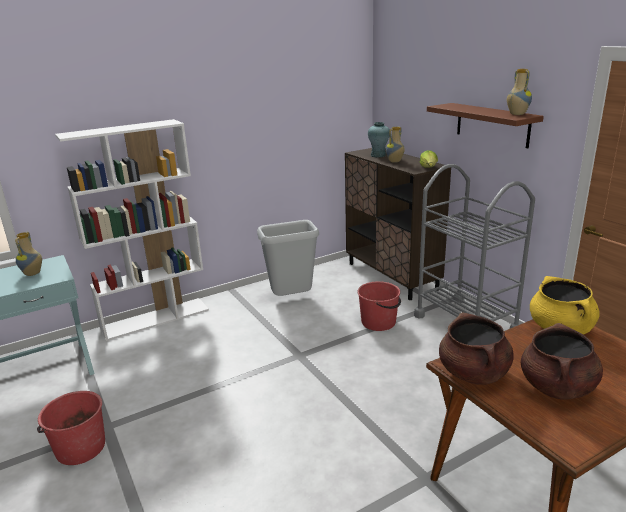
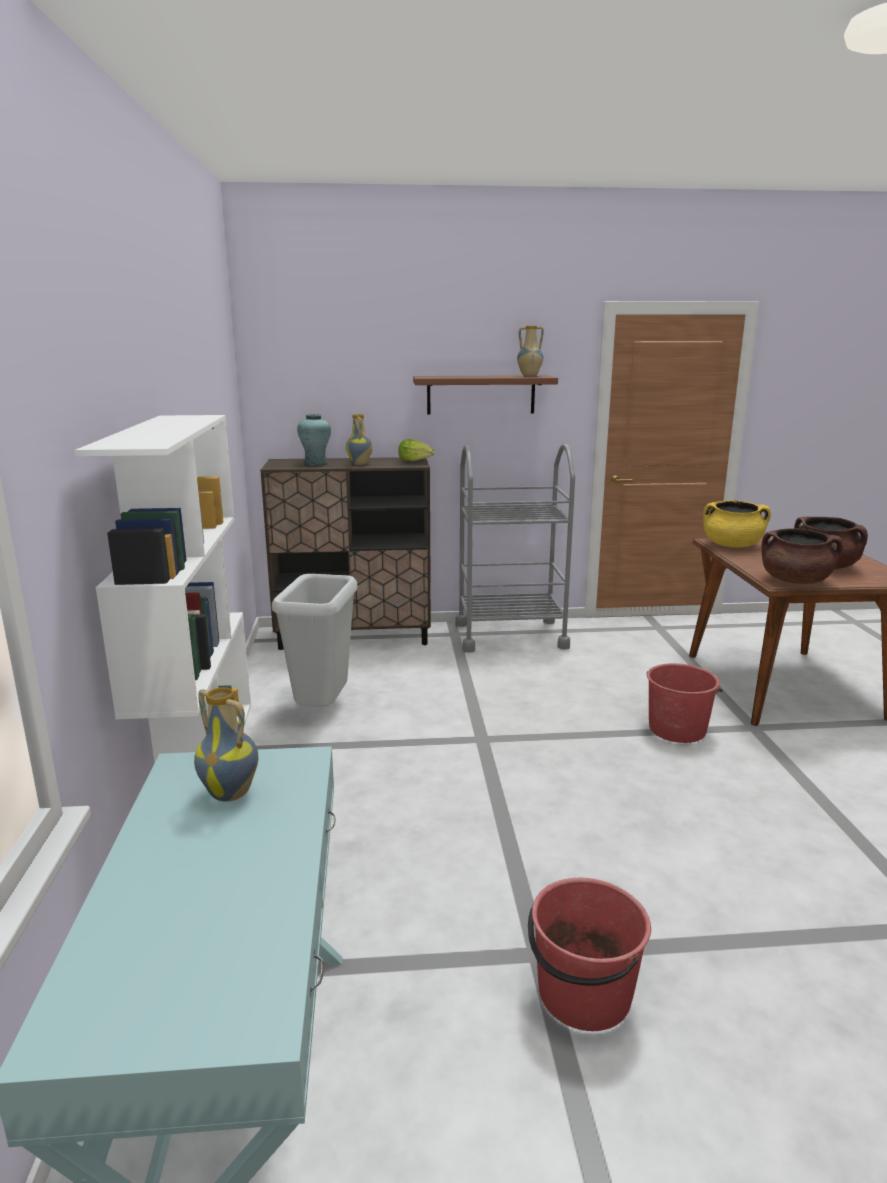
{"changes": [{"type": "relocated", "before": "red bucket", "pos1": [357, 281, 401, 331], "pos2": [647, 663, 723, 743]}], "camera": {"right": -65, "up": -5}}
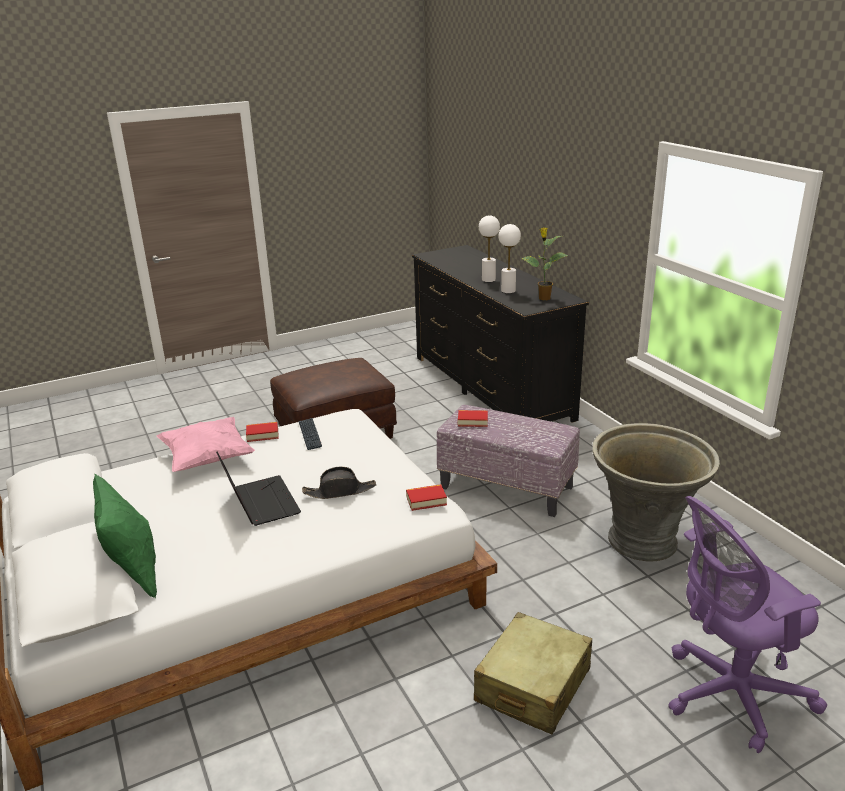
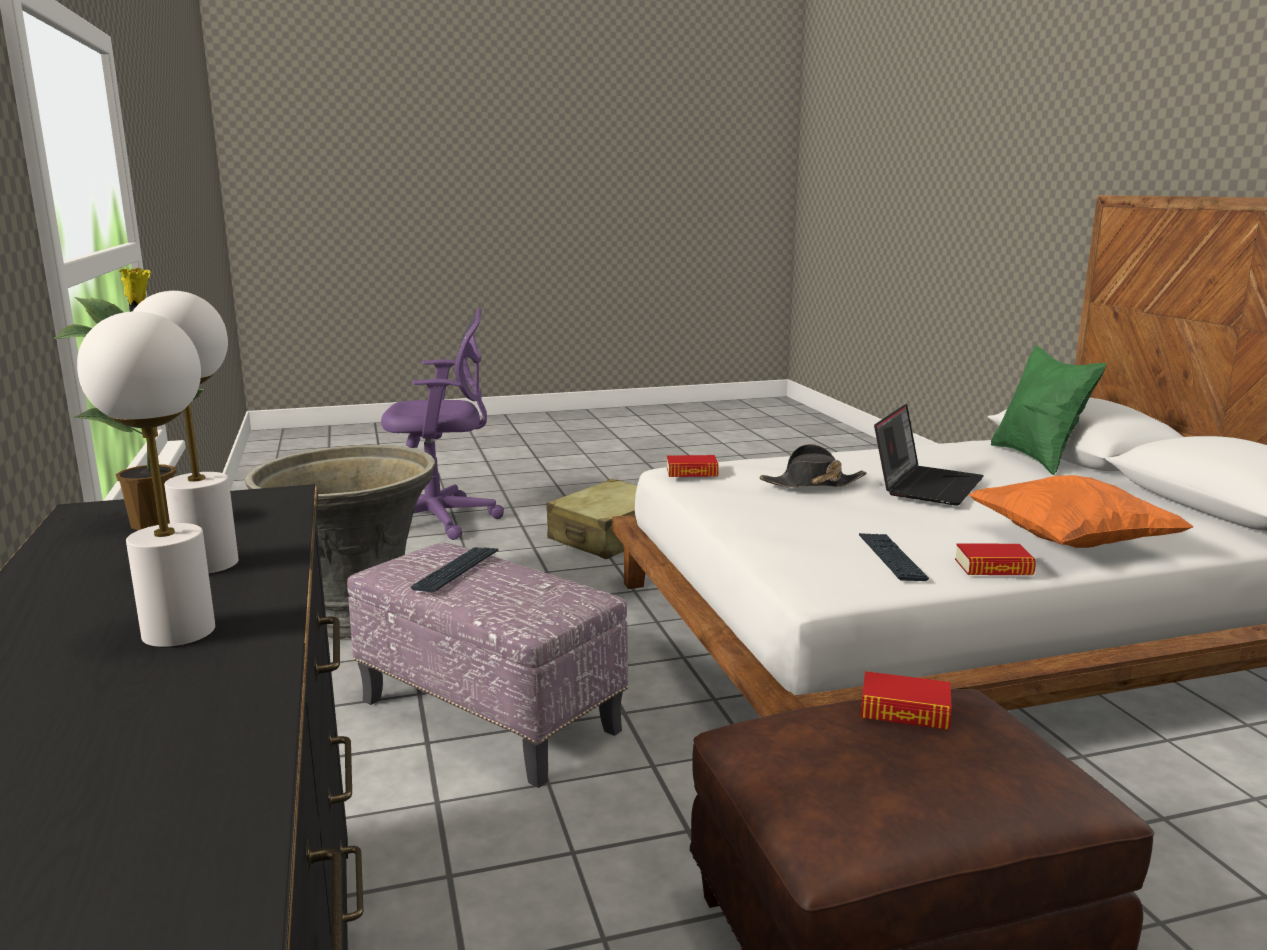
{"changes": [{"type": "colour", "before": "pink pillow", "after": "orange pillow", "pos1": [157, 417, 255, 472], "pos2": [968, 475, 1194, 548]}, {"type": "spun", "before": "laptop", "pos1": [216, 452, 301, 526], "pos2": [874, 404, 984, 506], "turn": -135}, {"type": "relocated", "before": "book", "pos1": [458, 410, 488, 427], "pos2": [861, 671, 952, 730]}, {"type": "appeared", "after": "keyboard", "pos2": [411, 547, 498, 592]}], "camera": {"right": -170, "up": -10}}
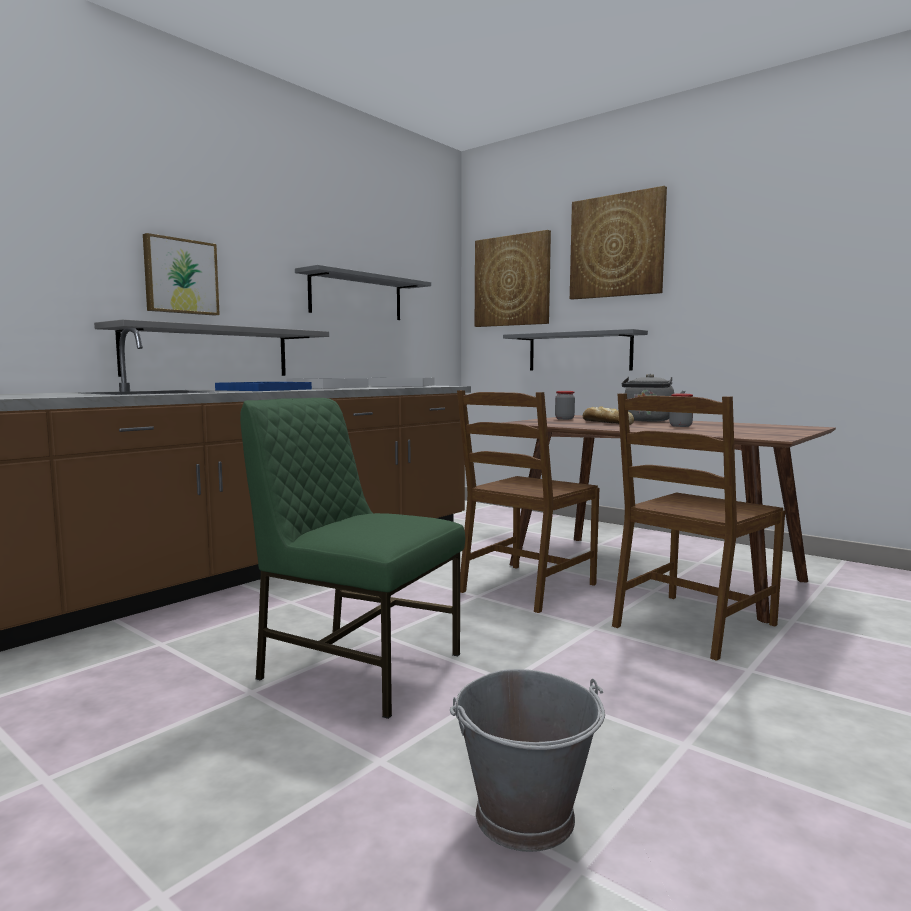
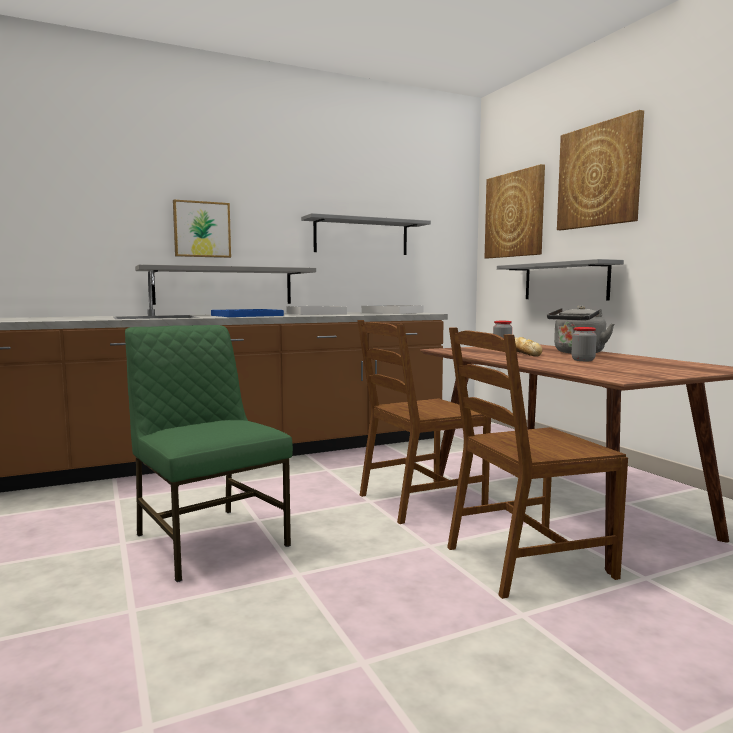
{"changes": [{"type": "missing", "before": "grey bucket", "pos1": [450, 669, 605, 852]}], "camera": {"right": 25, "up": 0}}
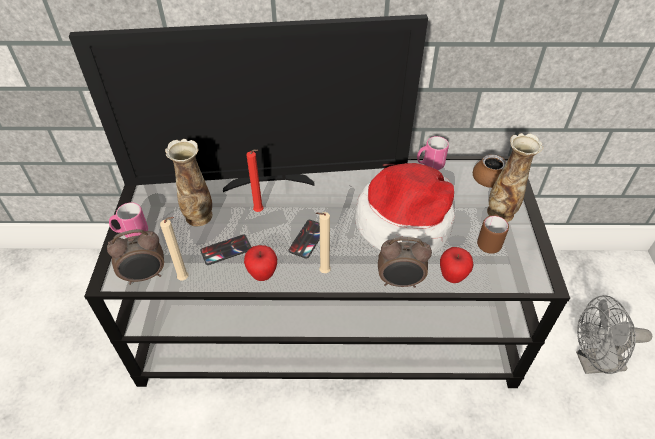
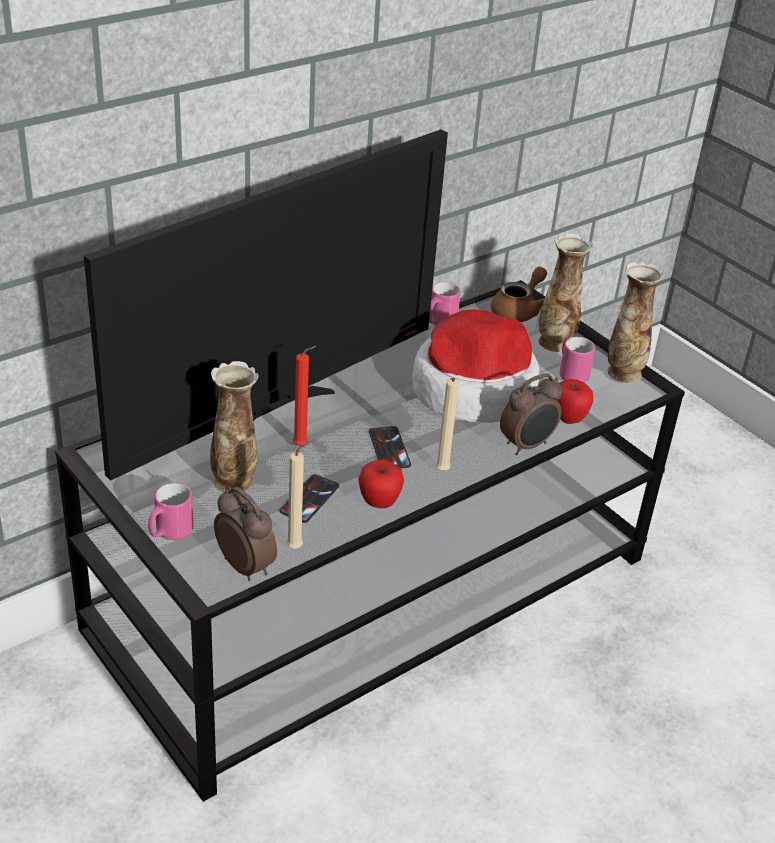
{"changes": [{"type": "spun", "before": "alarm clock", "pos1": [107, 229, 164, 285], "pos2": [214, 487, 277, 581], "turn": -75}, {"type": "colour", "before": "brown mug", "after": "pink mug", "pos1": [477, 214, 509, 254], "pos2": [559, 337, 595, 383]}, {"type": "missing", "before": "grey fan", "pos1": [576, 295, 652, 374]}, {"type": "appeared", "after": "vase", "pos2": [607, 262, 665, 383]}], "camera": {"right": -40, "up": -10}}
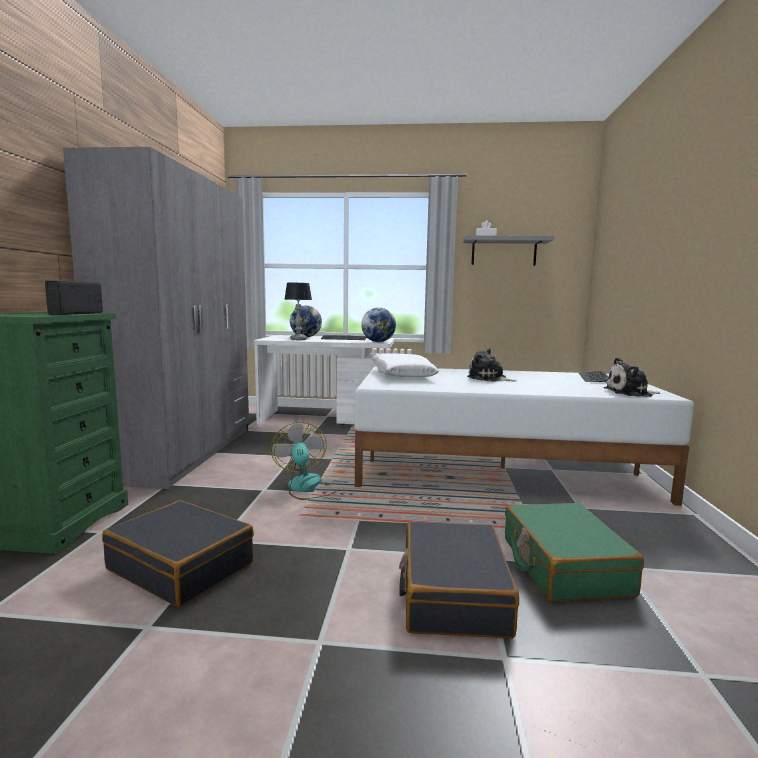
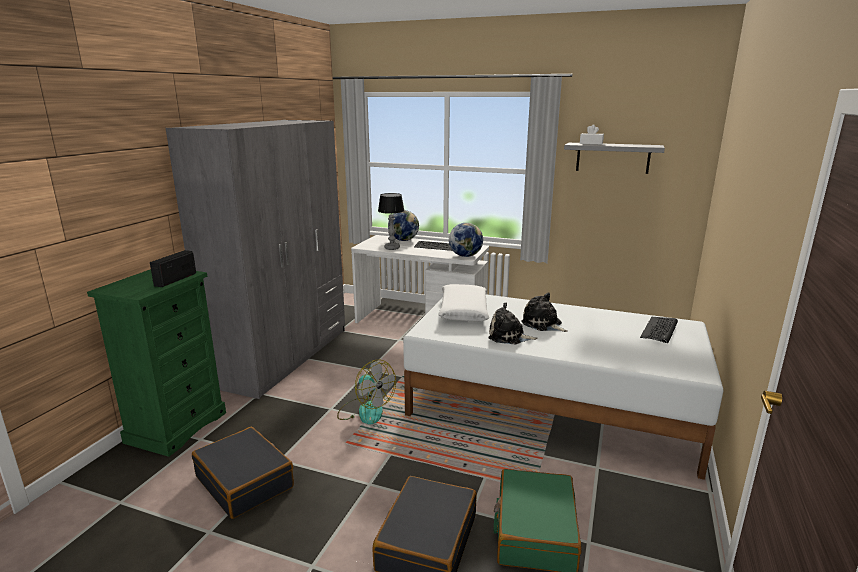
{"changes": [{"type": "spun", "before": "fan", "pos1": [270, 422, 336, 500], "pos2": [337, 360, 396, 424], "turn": 135}, {"type": "relocated", "before": "plush toy", "pos1": [604, 357, 660, 397], "pos2": [488, 303, 538, 344]}], "camera": {"right": 15, "up": 10}}
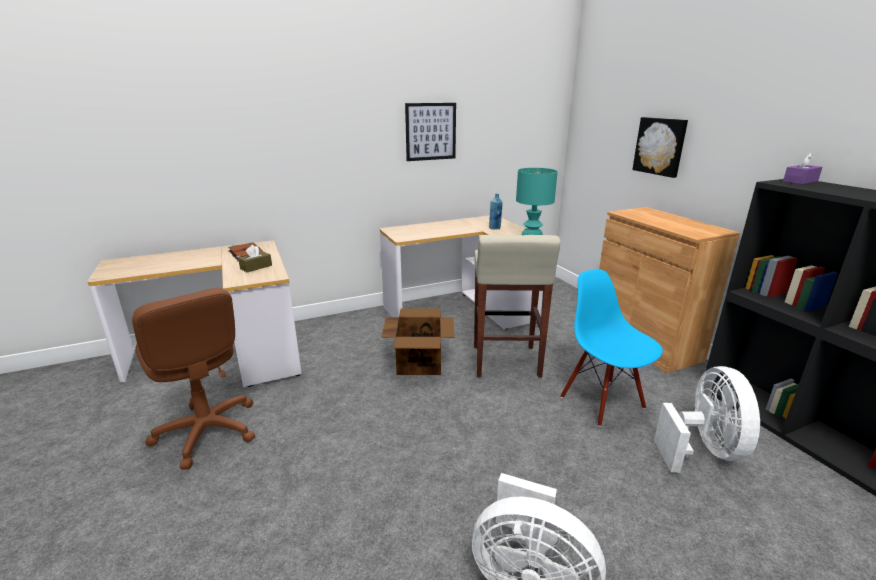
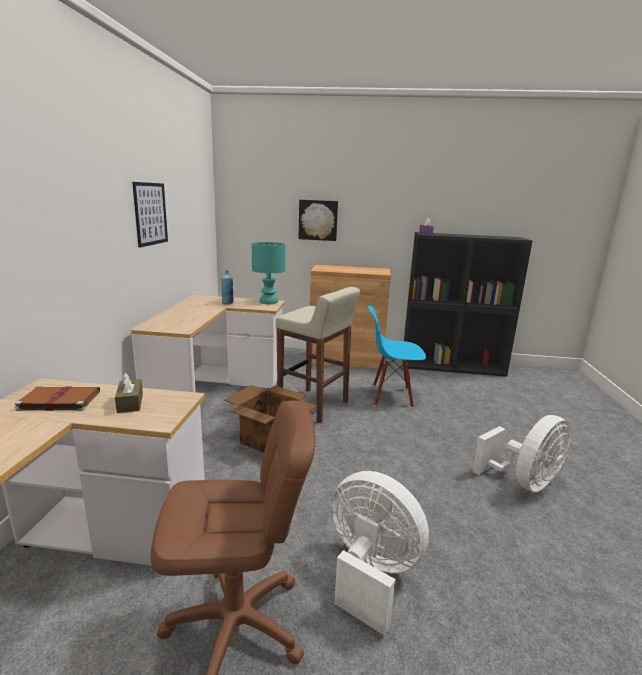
{"changes": [{"type": "relocated", "before": "white fan", "pos1": [654, 366, 760, 473], "pos2": [331, 471, 429, 636]}], "camera": {"right": -60, "up": -5}}
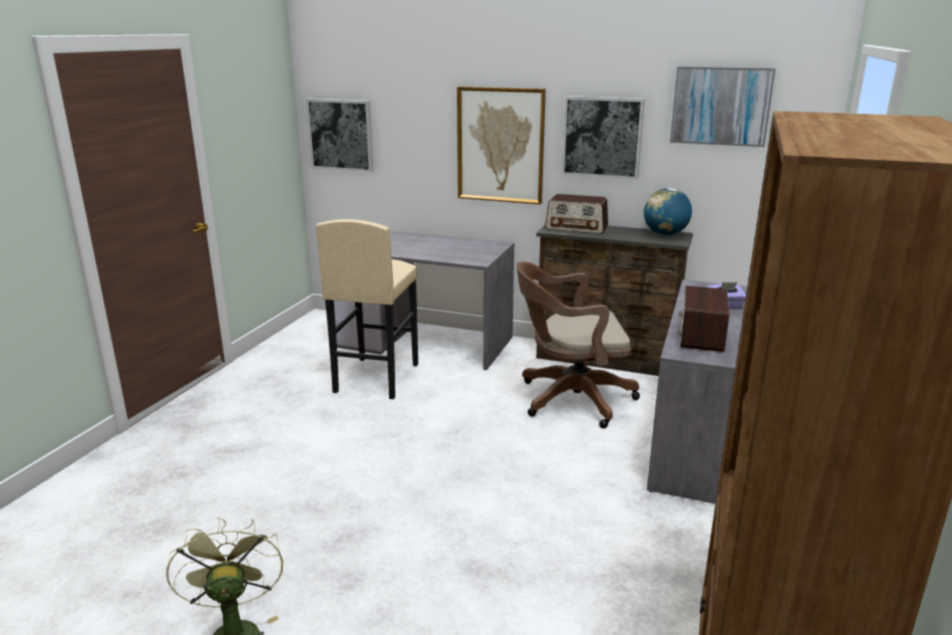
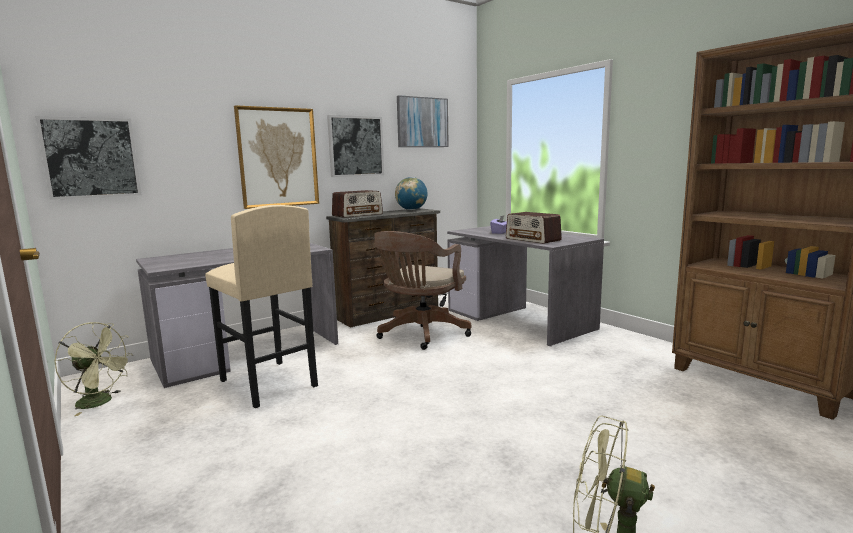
{"changes": [{"type": "appeared", "after": "green fan", "pos2": [54, 322, 134, 416]}], "camera": {"right": -55, "up": -10}}
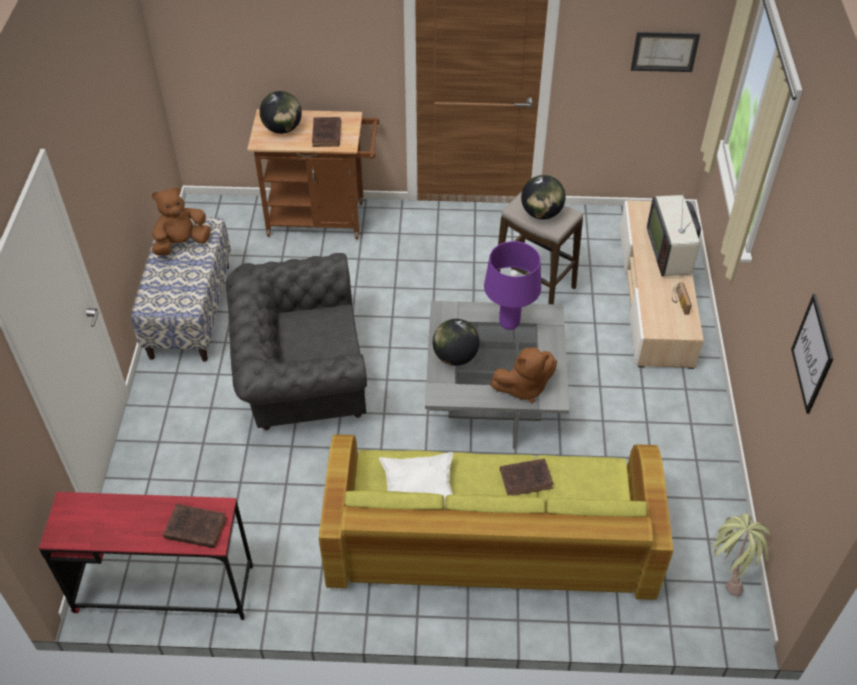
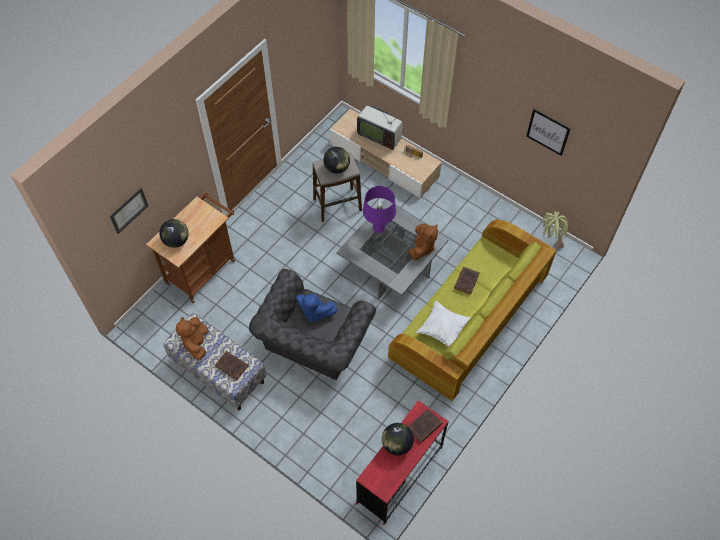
{"changes": [{"type": "relocated", "before": "brown book", "pos1": [312, 117, 341, 147], "pos2": [215, 351, 249, 380]}, {"type": "relocated", "before": "globe", "pos1": [433, 319, 480, 366], "pos2": [382, 423, 414, 455]}, {"type": "relocated", "before": "picture", "pos1": [631, 32, 700, 72], "pos2": [110, 188, 148, 234]}, {"type": "appeared", "after": "blue plush toy", "pos2": [296, 294, 338, 323]}], "camera": {"right": -55, "up": 10}}
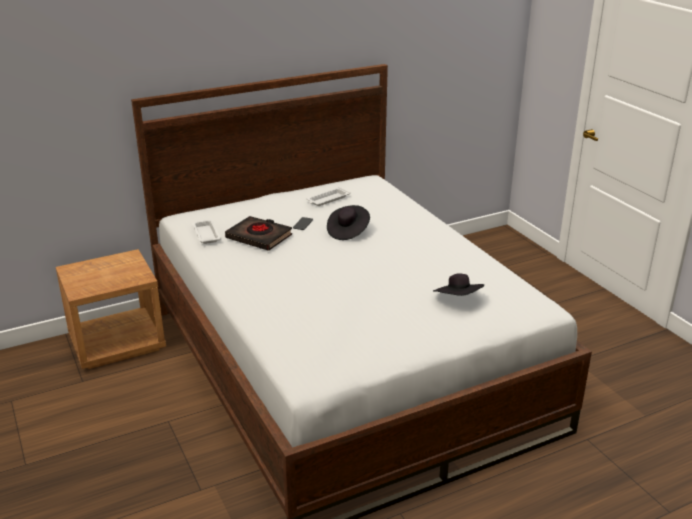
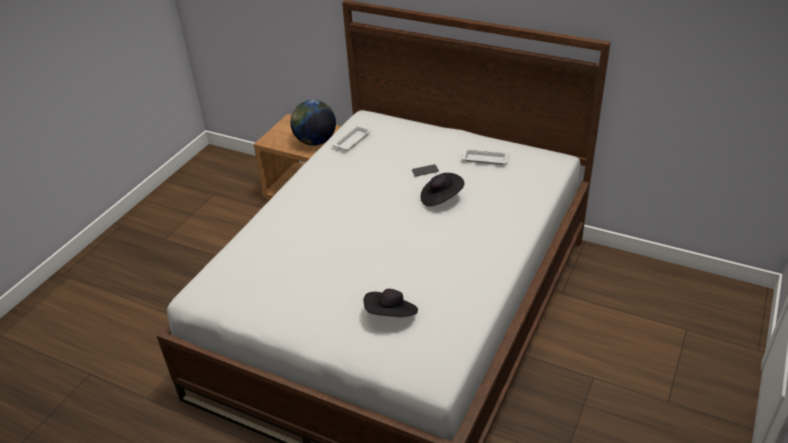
{"changes": [{"type": "missing", "before": "black book", "pos1": [225, 216, 292, 251]}, {"type": "appeared", "after": "globe", "pos2": [291, 100, 336, 146]}], "camera": {"right": 55, "up": 10}}
